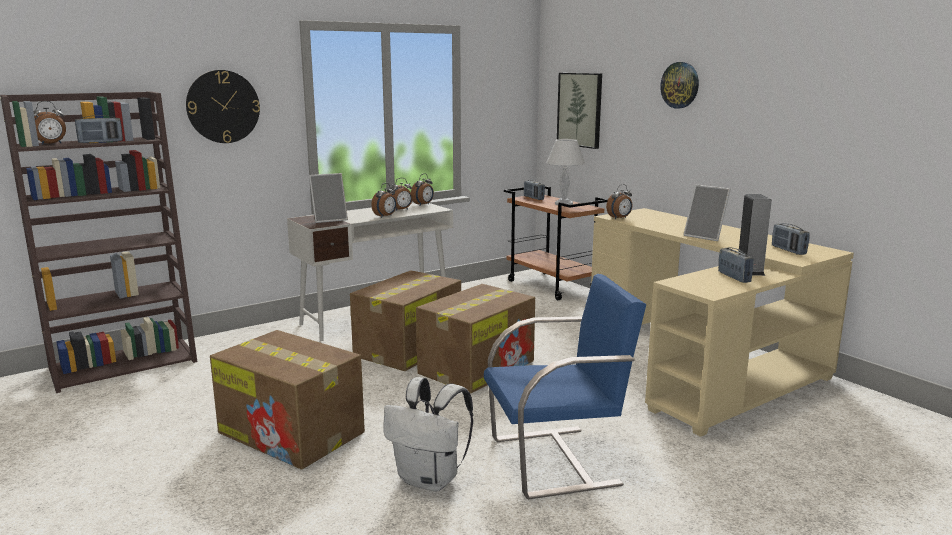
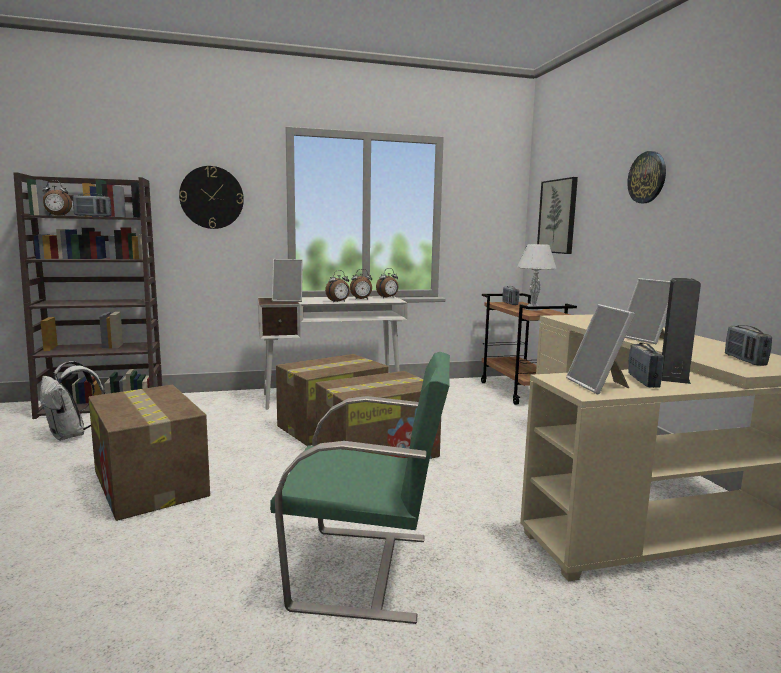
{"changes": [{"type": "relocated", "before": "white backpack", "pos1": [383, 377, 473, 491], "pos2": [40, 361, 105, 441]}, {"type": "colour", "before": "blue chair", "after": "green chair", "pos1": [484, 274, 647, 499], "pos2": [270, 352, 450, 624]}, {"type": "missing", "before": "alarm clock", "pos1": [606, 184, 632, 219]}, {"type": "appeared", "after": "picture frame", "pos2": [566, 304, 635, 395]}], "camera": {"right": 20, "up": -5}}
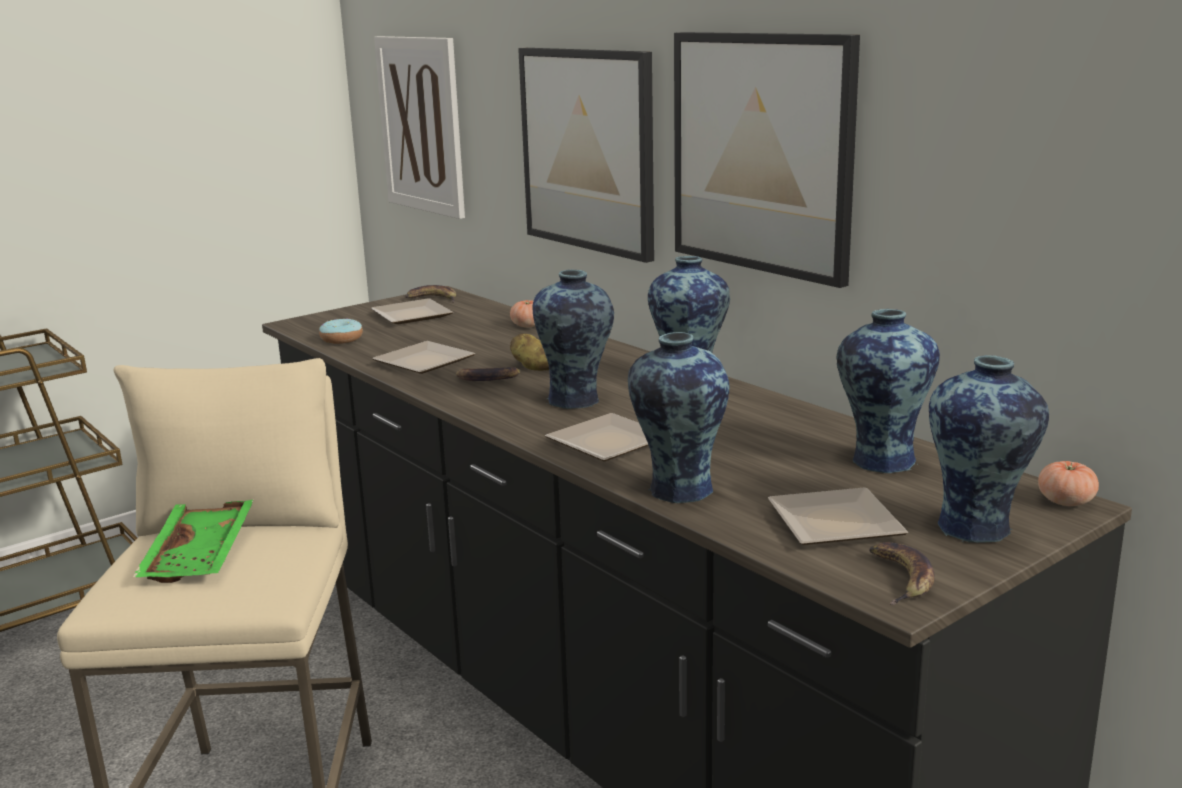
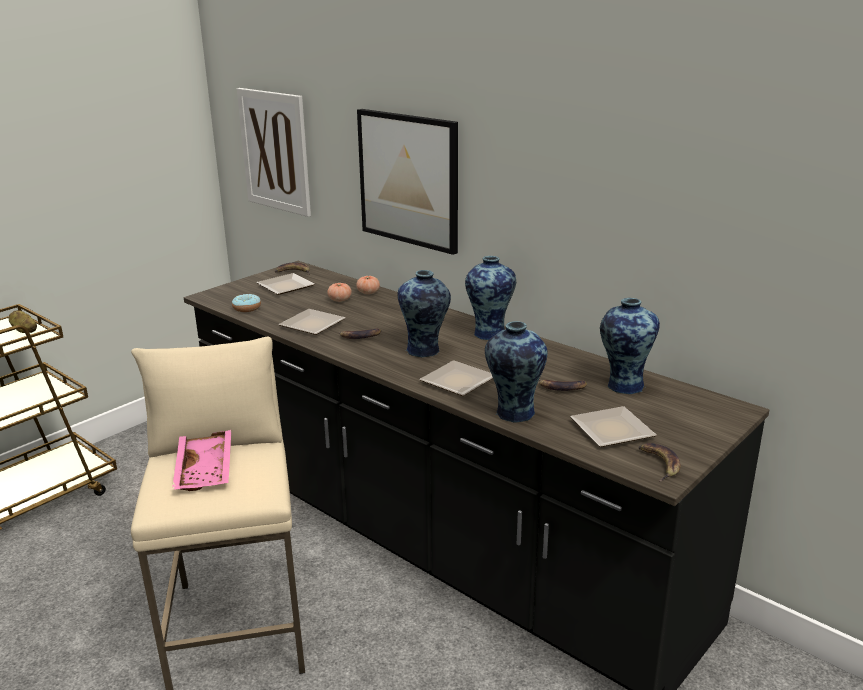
{"changes": [{"type": "colour", "before": "green tray", "after": "pink tray", "pos1": [132, 499, 254, 583], "pos2": [172, 430, 231, 491]}, {"type": "relocated", "before": "potato", "pos1": [510, 333, 549, 371], "pos2": [8, 310, 37, 333]}, {"type": "missing", "before": "picture", "pos1": [674, 32, 860, 288]}, {"type": "missing", "before": "vase", "pos1": [929, 355, 1049, 543]}, {"type": "relocated", "before": "tomato", "pos1": [1038, 461, 1099, 506], "pos2": [327, 283, 352, 302]}, {"type": "appeared", "after": "banana", "pos2": [539, 379, 587, 391]}], "camera": {"right": -10, "up": 5}}
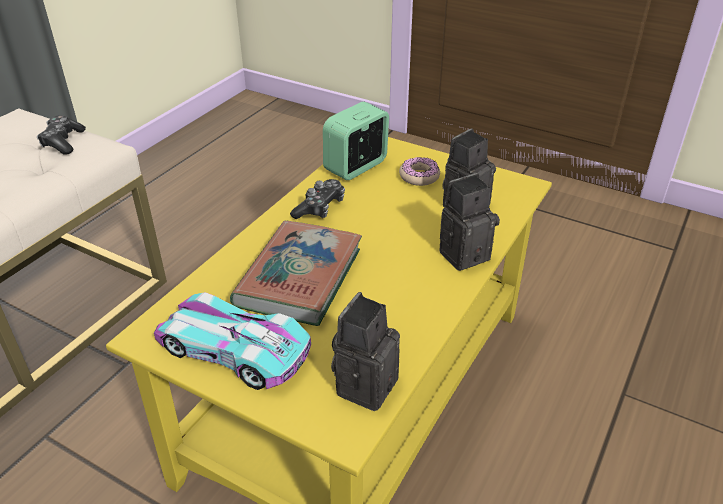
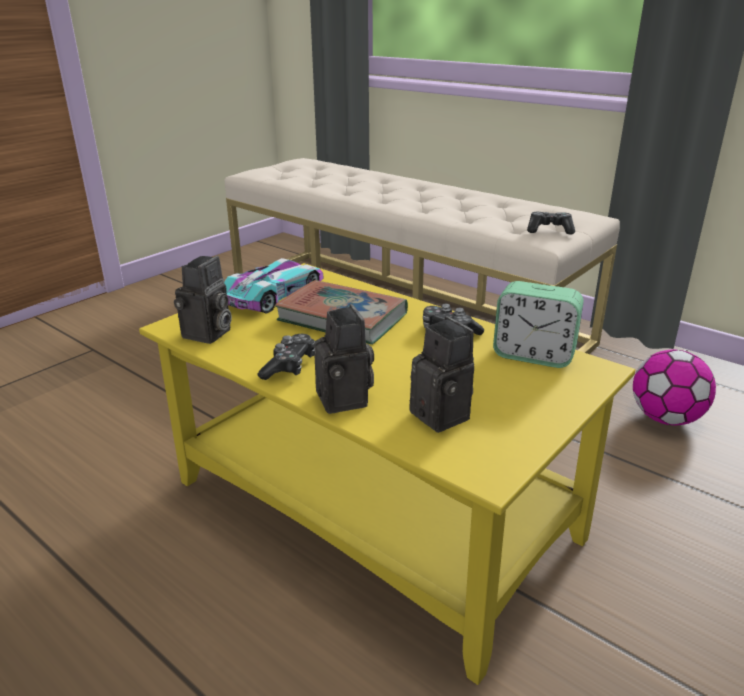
{"changes": [{"type": "spun", "before": "alarm clock", "pos1": [323, 101, 389, 180], "pos2": [493, 281, 584, 368], "turn": 150}, {"type": "spun", "before": "photo camera", "pos1": [331, 292, 400, 411], "pos2": [174, 256, 232, 344], "turn": 75}, {"type": "missing", "before": "donut", "pos1": [399, 157, 440, 186]}, {"type": "appeared", "after": "game controller", "pos2": [258, 334, 315, 380]}, {"type": "appeared", "after": "football", "pos2": [633, 350, 716, 426]}], "camera": {"right": 100, "up": -10}}
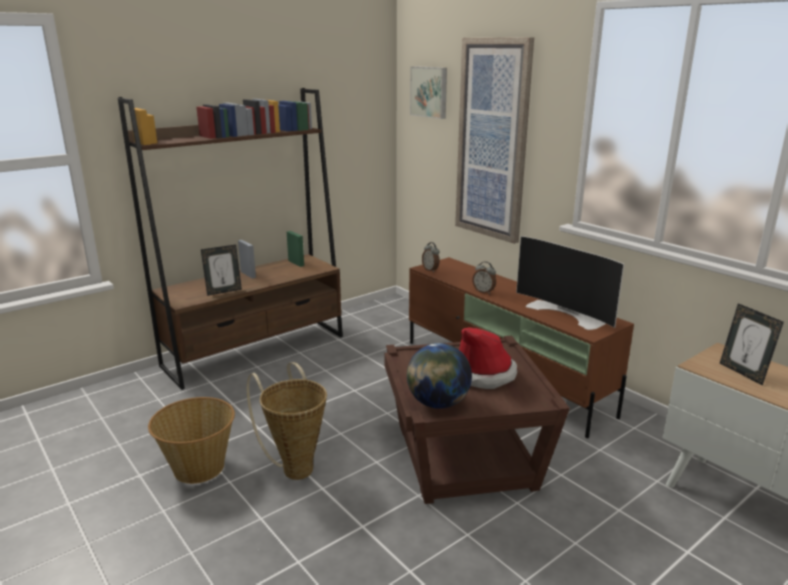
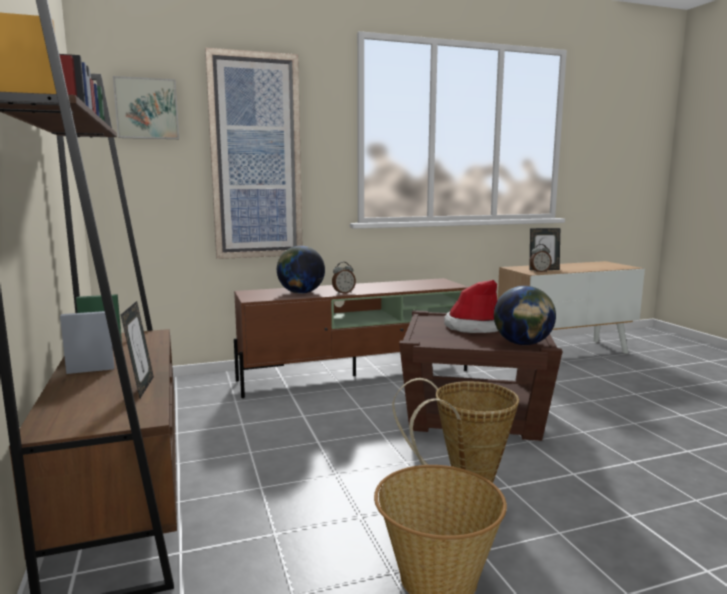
{"changes": [{"type": "relocated", "before": "alarm clock", "pos1": [422, 242, 439, 272], "pos2": [530, 244, 552, 272]}, {"type": "missing", "before": "television", "pos1": [516, 236, 624, 330]}, {"type": "appeared", "after": "globe", "pos2": [277, 246, 325, 294]}], "camera": {"right": -70, "up": -10}}
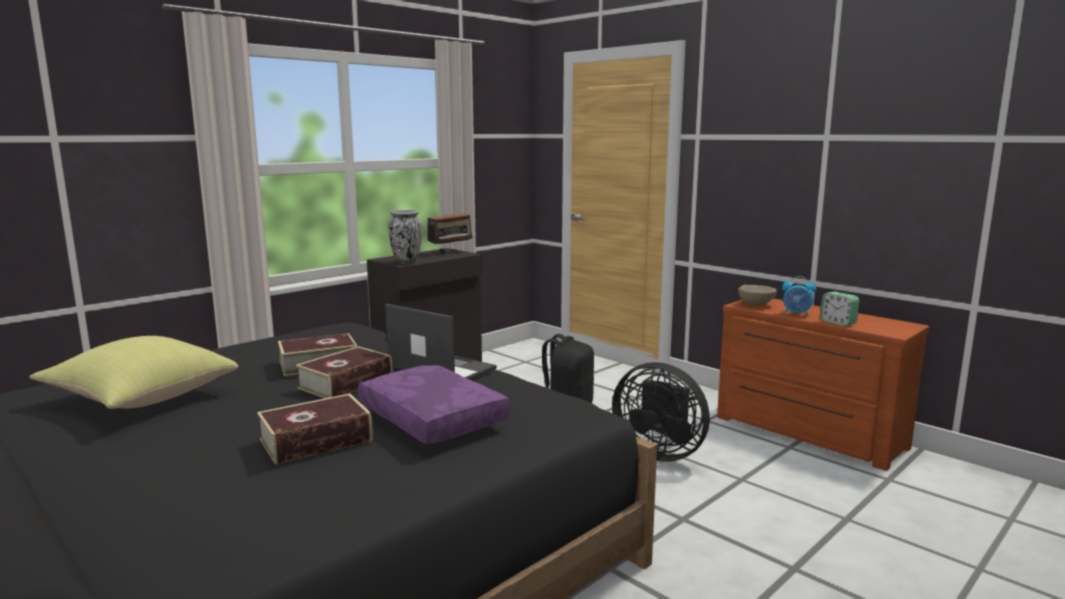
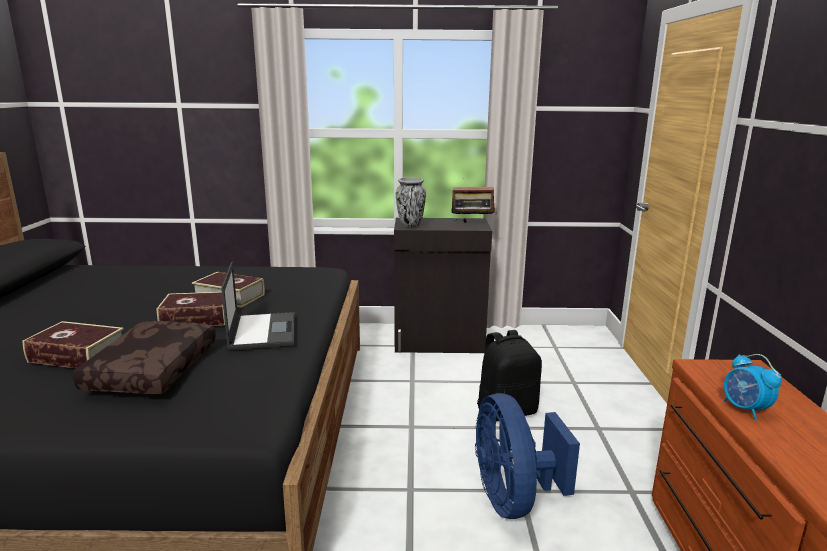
{"changes": [{"type": "missing", "before": "yellow pillow", "pos1": [29, 336, 238, 409]}, {"type": "colour", "before": "purple pillow", "after": "brown pillow", "pos1": [358, 365, 510, 444], "pos2": [73, 321, 216, 394]}, {"type": "colour", "before": "black fan", "after": "blue fan", "pos1": [612, 362, 710, 462], "pos2": [475, 393, 580, 519]}, {"type": "missing", "before": "beige bowl", "pos1": [738, 285, 777, 306]}, {"type": "missing", "before": "alarm clock", "pos1": [820, 292, 860, 326]}], "camera": {"right": 45, "up": 5}}
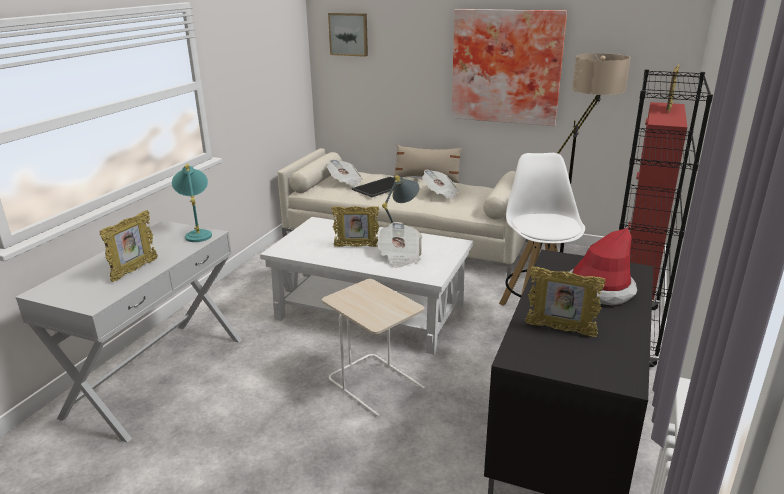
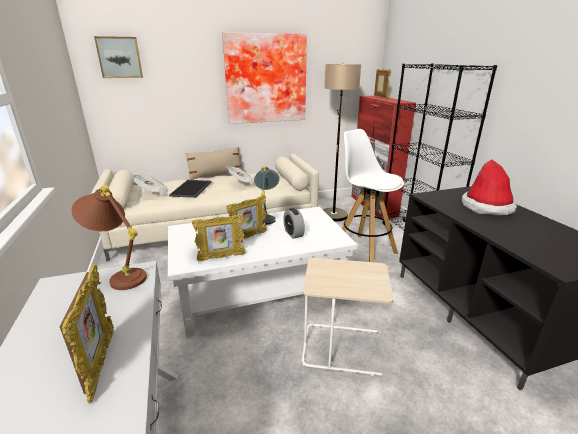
{"changes": [{"type": "colour", "before": "turquoise table lamp", "after": "brown table lamp", "pos1": [172, 164, 212, 242], "pos2": [71, 185, 147, 290]}, {"type": "exchanged", "before": "newspaper", "after": "alarm clock", "pos1": [376, 222, 422, 268], "pos2": [283, 208, 305, 239]}, {"type": "relocated", "before": "picture frame", "pos1": [525, 266, 606, 337], "pos2": [192, 214, 246, 261]}], "camera": {"right": -40, "up": 0}}
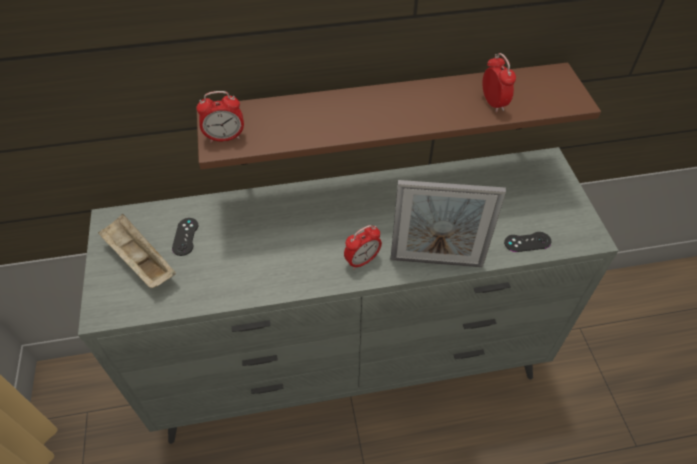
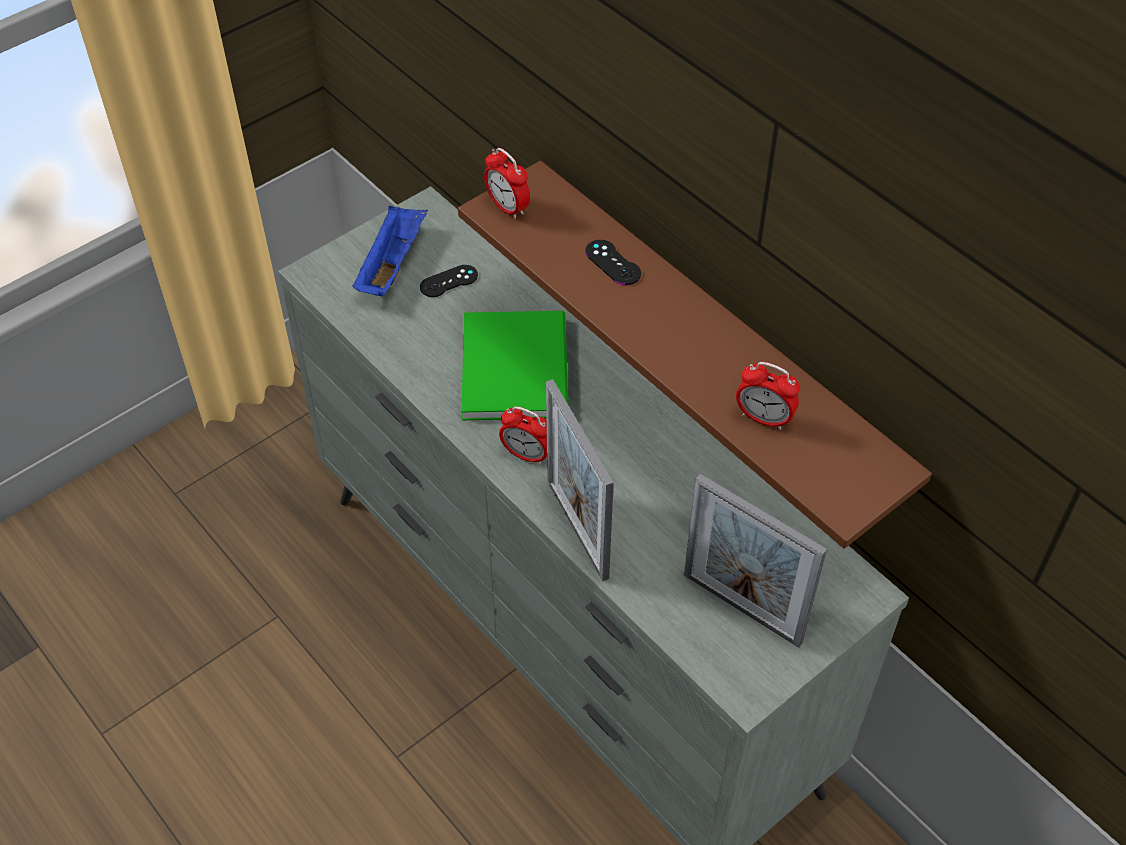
{"changes": [{"type": "colour", "before": "beige tray", "after": "blue tray", "pos1": [98, 214, 176, 288], "pos2": [352, 205, 428, 297]}, {"type": "spun", "before": "alarm clock", "pos1": [482, 53, 516, 113], "pos2": [736, 362, 800, 430], "turn": 75}, {"type": "relocated", "before": "black game controller", "pos1": [504, 232, 551, 252], "pos2": [585, 240, 641, 285]}, {"type": "appeared", "after": "green book", "pos2": [462, 311, 568, 420]}, {"type": "appeared", "after": "picture frame", "pos2": [684, 474, 827, 648]}], "camera": {"right": 60, "up": 0}}
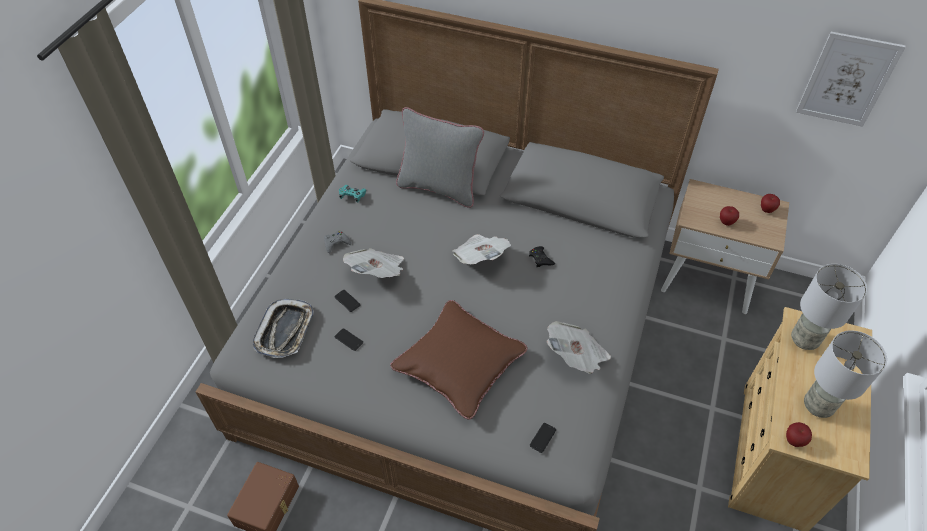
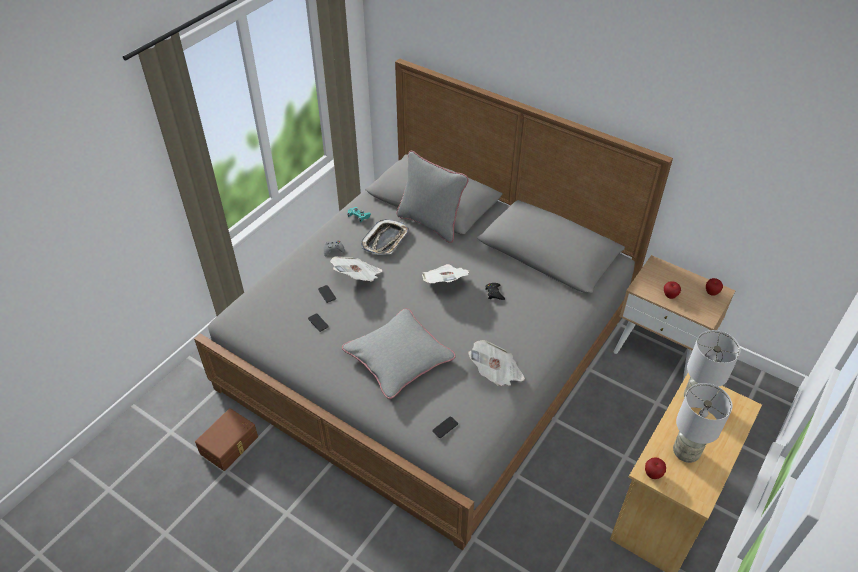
{"changes": [{"type": "relocated", "before": "tray", "pos1": [253, 299, 314, 358], "pos2": [361, 219, 409, 255]}, {"type": "colour", "before": "brown pillow", "after": "grey pillow", "pos1": [390, 300, 528, 420], "pos2": [342, 308, 456, 399]}, {"type": "missing", "before": "picture", "pos1": [796, 32, 906, 127]}], "camera": {"right": 15, "up": -5}}
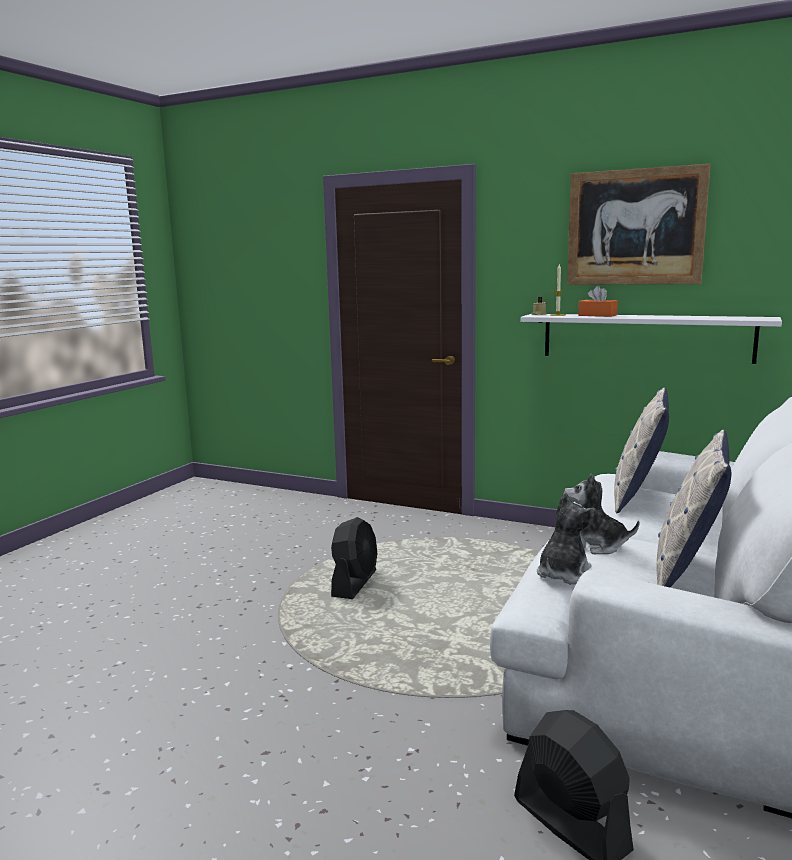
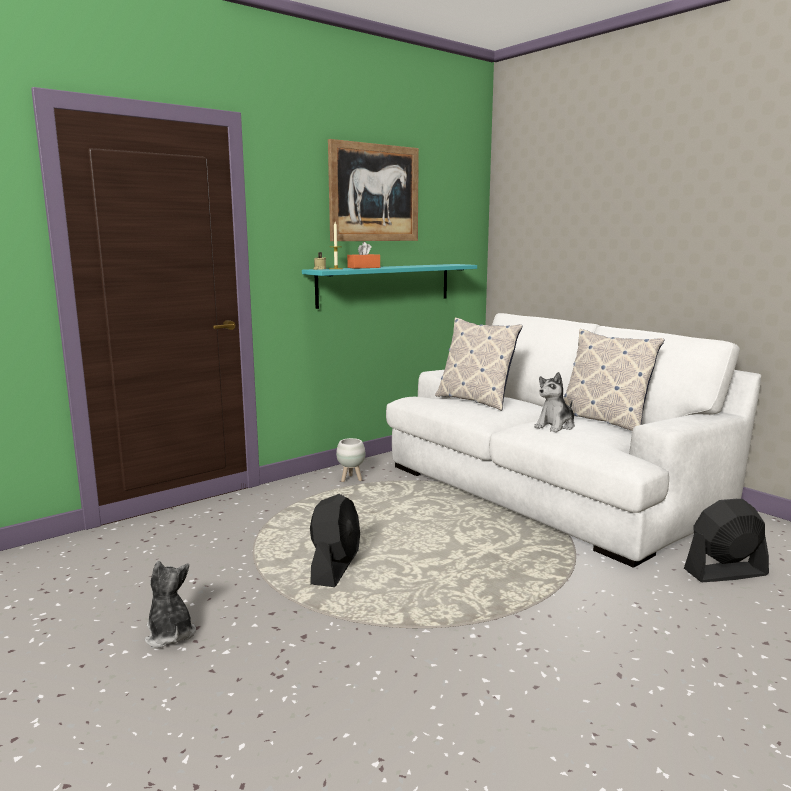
{"changes": [{"type": "spun", "before": "black fan", "pos1": [331, 517, 378, 599], "pos2": [310, 494, 360, 587], "turn": 60}, {"type": "colour", "before": "white shelf", "after": "turquoise shelf", "pos1": [520, 314, 782, 364], "pos2": [302, 264, 477, 309]}, {"type": "relocated", "before": "plush toy", "pos1": [537, 492, 595, 584], "pos2": [145, 561, 196, 648]}, {"type": "appeared", "after": "white planter", "pos2": [336, 438, 365, 482]}], "camera": {"right": -65, "up": 0}}
